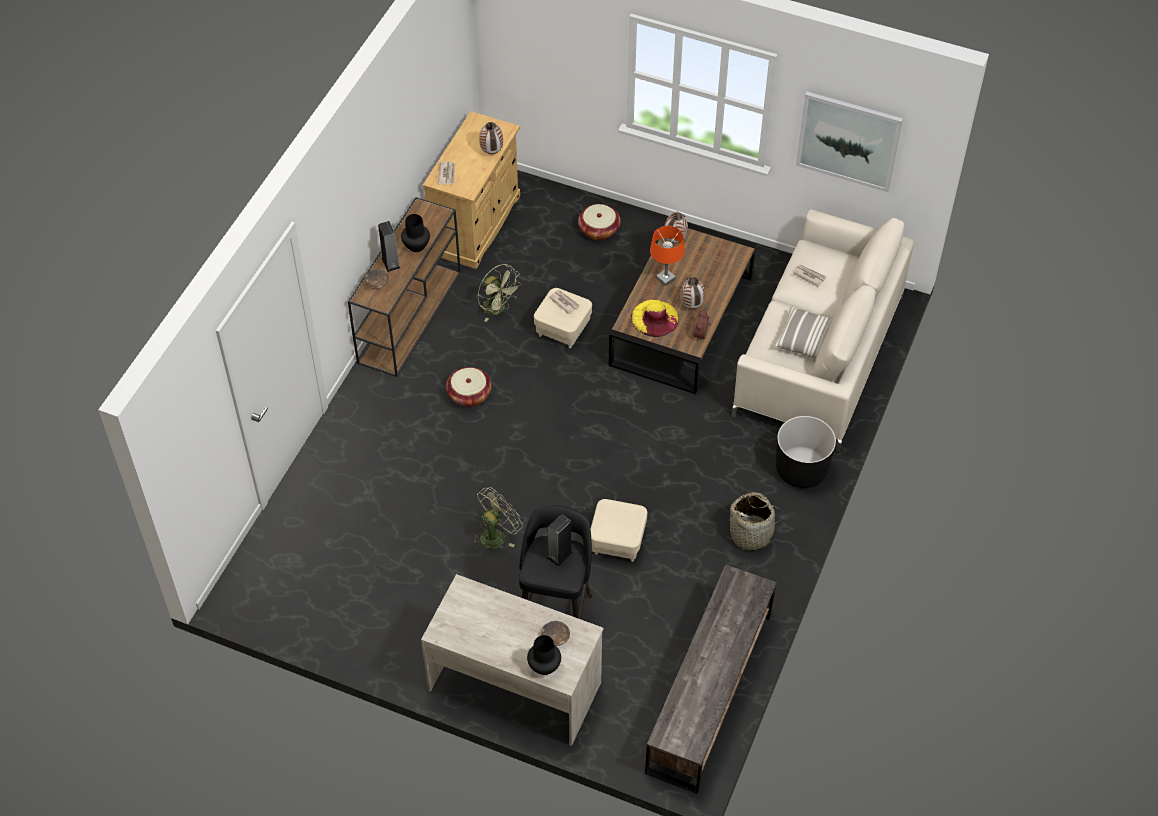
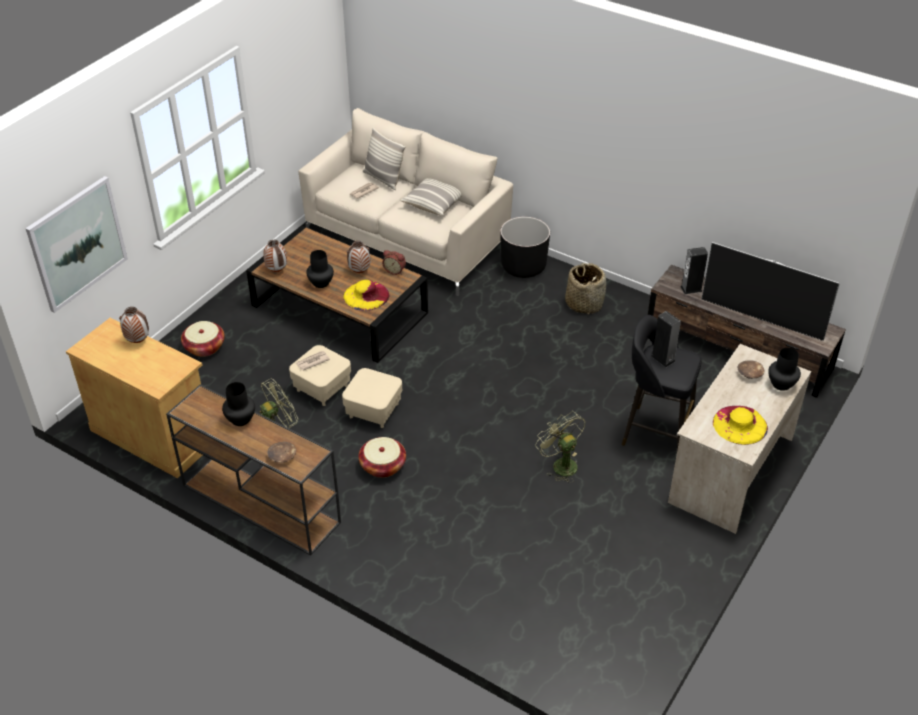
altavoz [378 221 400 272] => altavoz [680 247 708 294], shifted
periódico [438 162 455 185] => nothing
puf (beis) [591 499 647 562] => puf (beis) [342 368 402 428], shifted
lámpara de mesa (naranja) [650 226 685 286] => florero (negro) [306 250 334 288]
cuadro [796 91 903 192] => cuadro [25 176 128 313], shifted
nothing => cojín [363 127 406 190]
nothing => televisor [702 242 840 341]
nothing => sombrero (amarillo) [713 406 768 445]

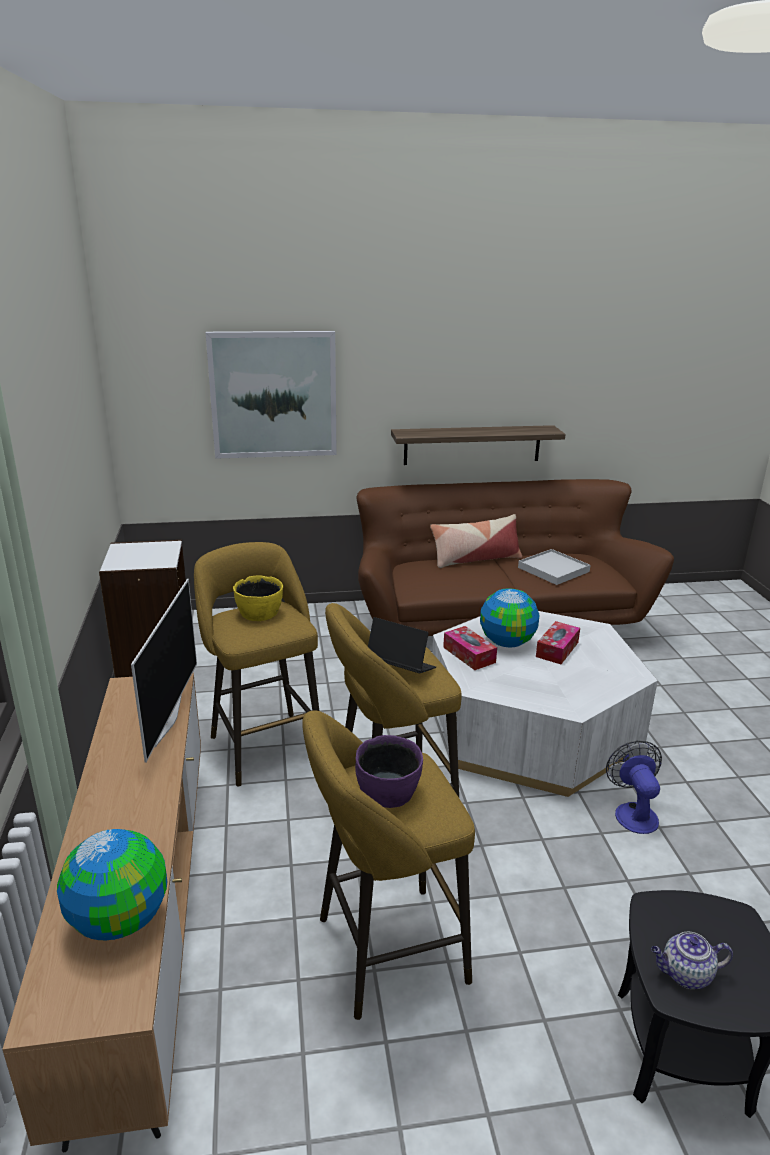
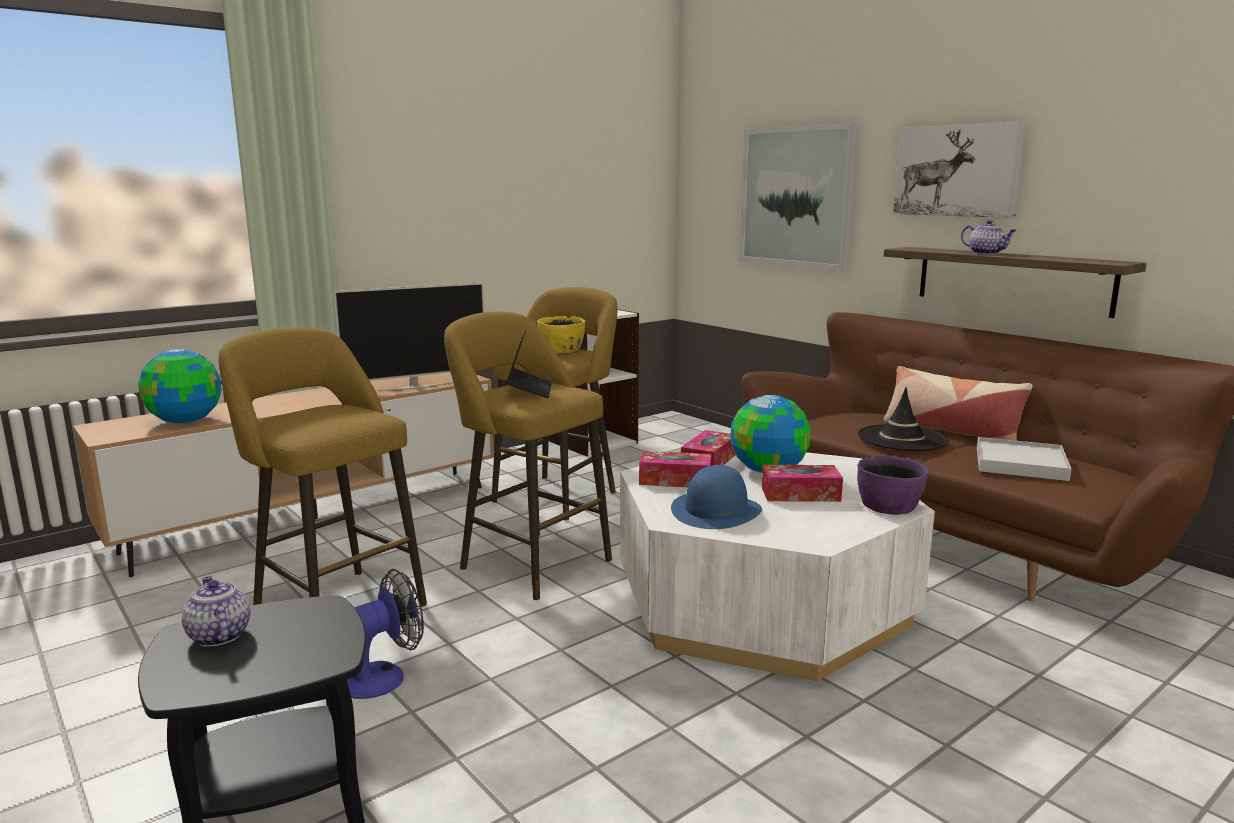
cuenco (morado) [355 735 423 808] => cuenco (morado) [857 455 929 515], shifted
ventilador [606 741 662 834] => ventilador [346 569 424 699], shifted
nothing => caja de pañuelos [639 451 712 487]
nothing => sombrero (azul) [671 465 762 529]
nothing => sombrero (negro) [858 387 949 451]
nothing => cuadro [893 121 1027 218]
nothing => tetera [961 220 1017 254]

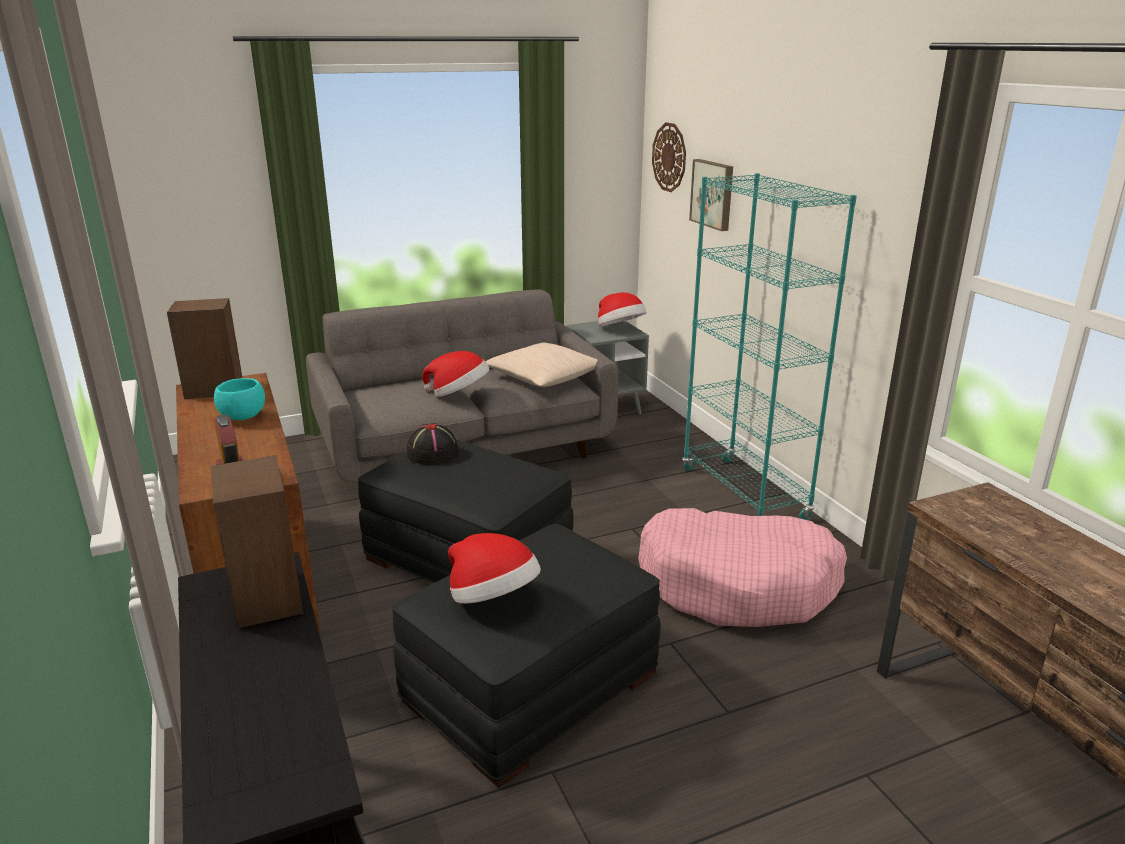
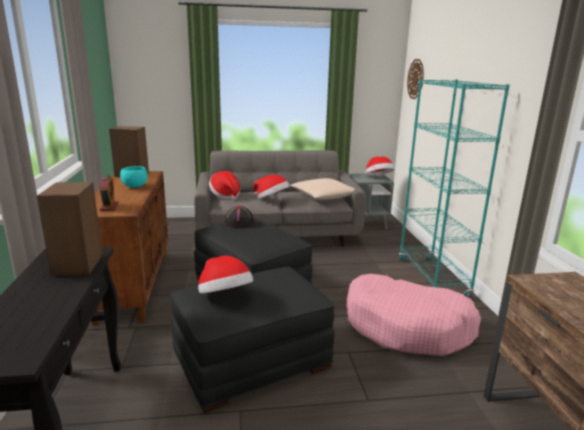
cuadro [689 159 733 231] => nothing
nothing => sombrero [209 171 240 200]

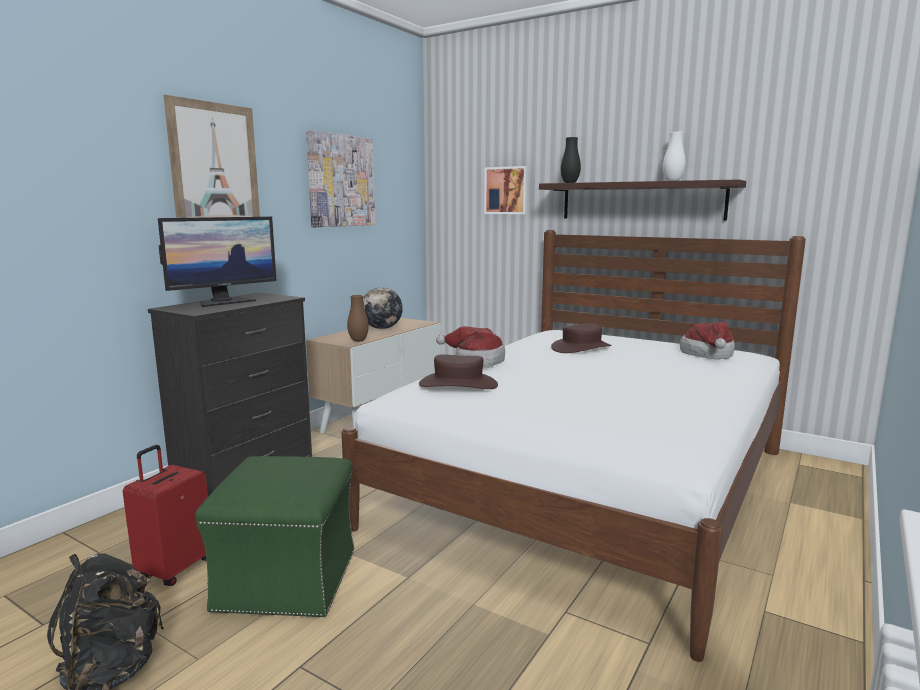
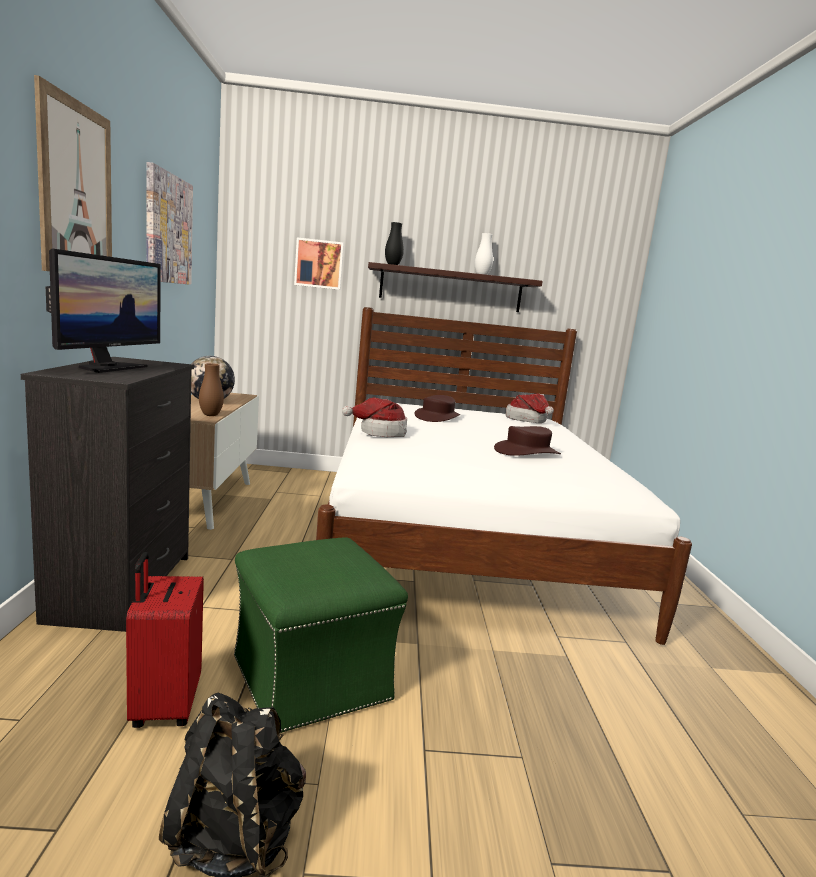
sombrero (marrón) [419 354 498 389] => sombrero (marrón) [494 426 561 456], shifted

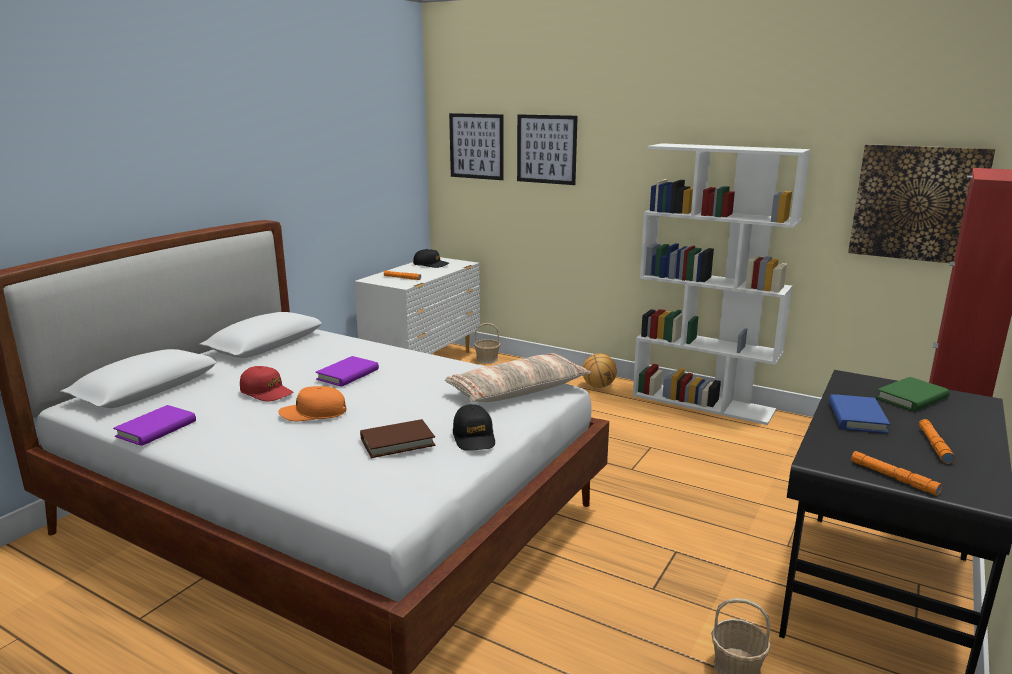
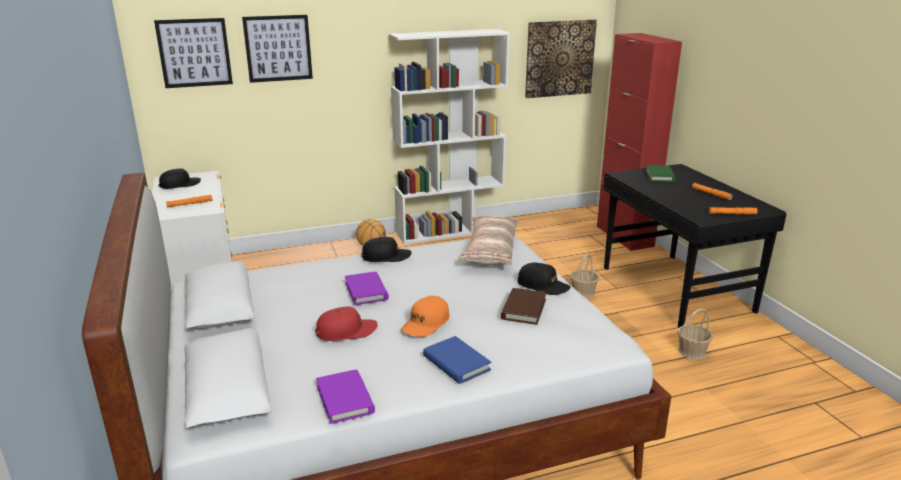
cesta [474 323 501 364] => cesta [570 254 599 298], shifted
libro (azul) [829 394 890 434] => libro (azul) [423 336 492 384], shifted
nothing => gorra (negro) [361 237 411 262]

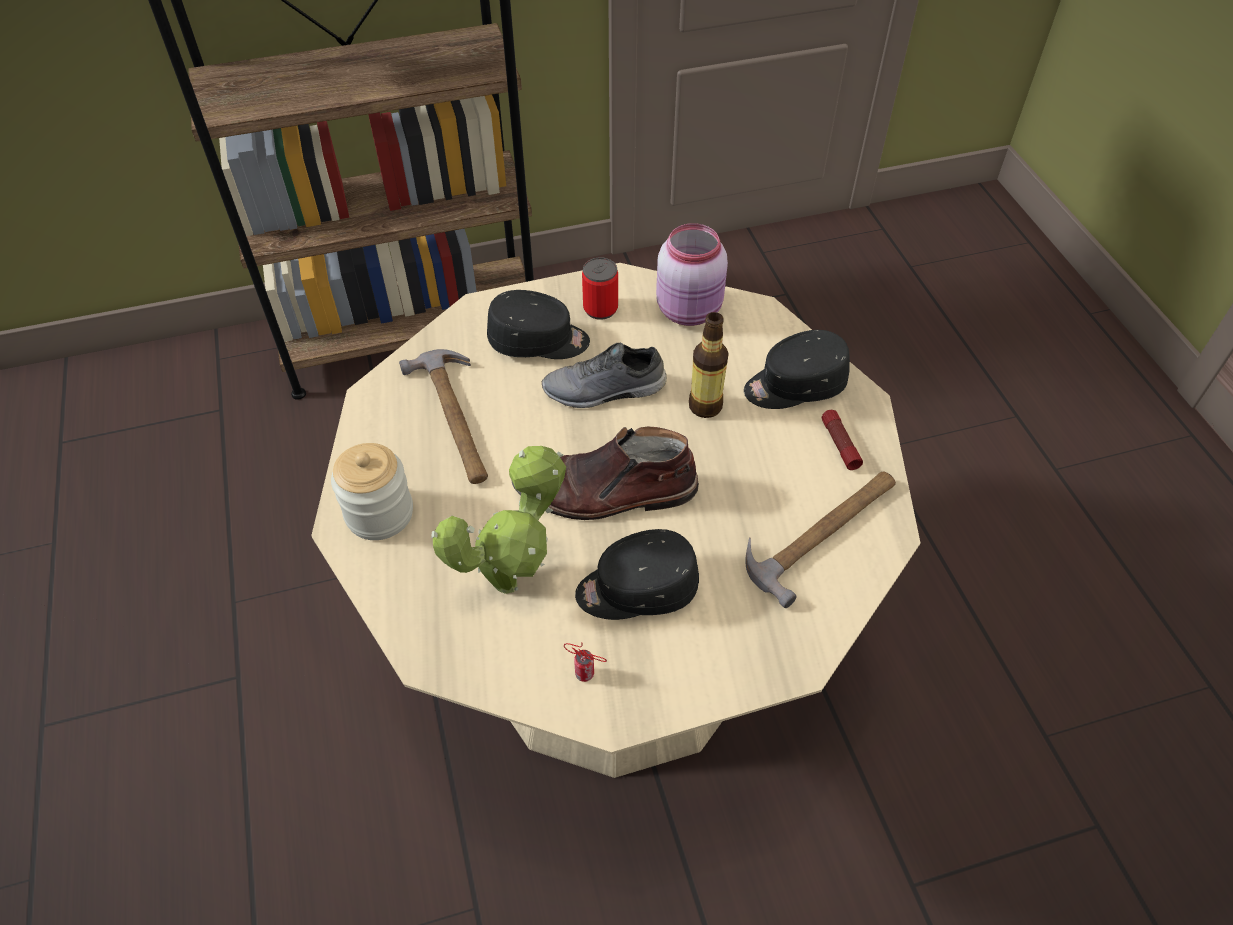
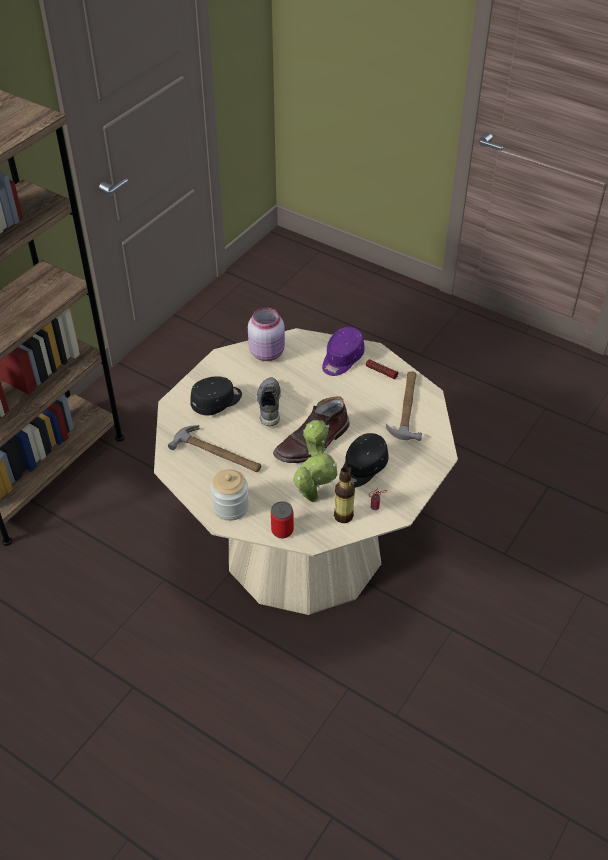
zapato (gris) [542 342 667 408] => zapato (gris) [257 377 281 426], 135 degrees clockwise
lata [582 257 618 320] => lata [271 501 294 538], shifted
botella [689 312 729 418] => botella [334 467 355 523], shifted
gorra (negro) [744 330 850 409] => gorra (morado) [322 327 365 376]

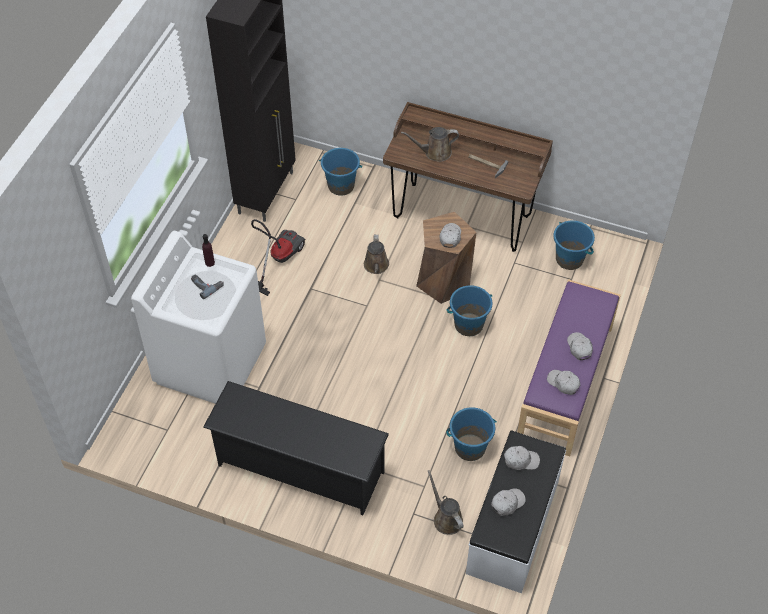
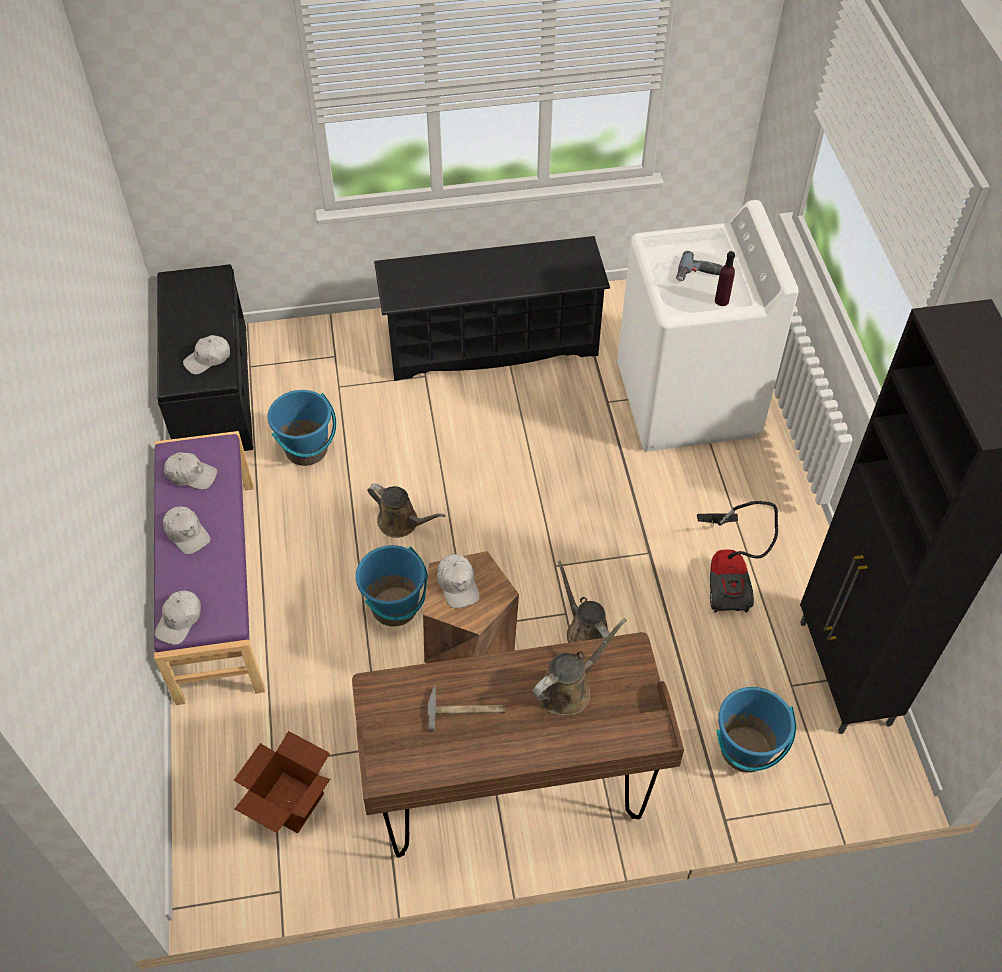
regadera (marrón) [428 470 463 535] => regadera (marrón) [368 484 446 538], shifted
banco (blanco) [466 430 566 593] => banco (negro) [157 264 253 451]
gorra (blanco) [491 488 526 516] => gorra (blanco) [155 590 201 645], shifted
cubo (azul) [553 220 595 270] => caja de cartón [234 731 330 833]

